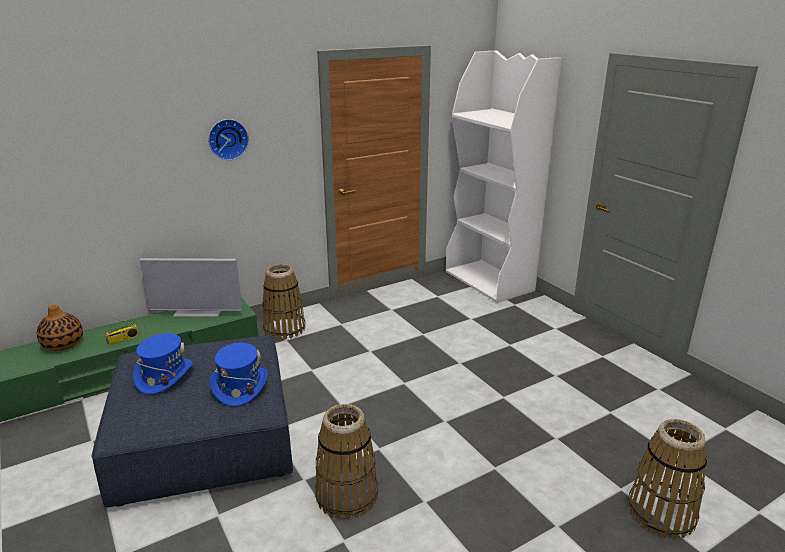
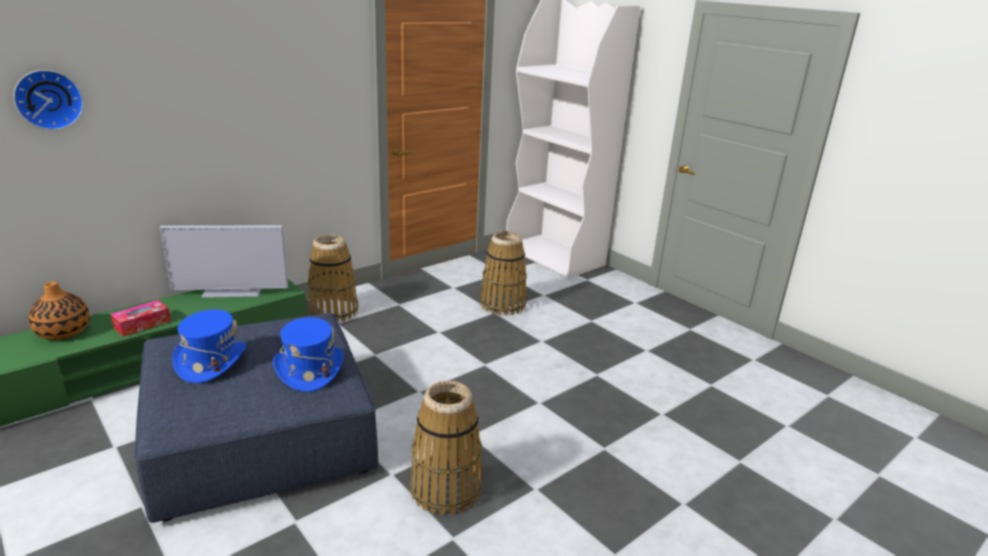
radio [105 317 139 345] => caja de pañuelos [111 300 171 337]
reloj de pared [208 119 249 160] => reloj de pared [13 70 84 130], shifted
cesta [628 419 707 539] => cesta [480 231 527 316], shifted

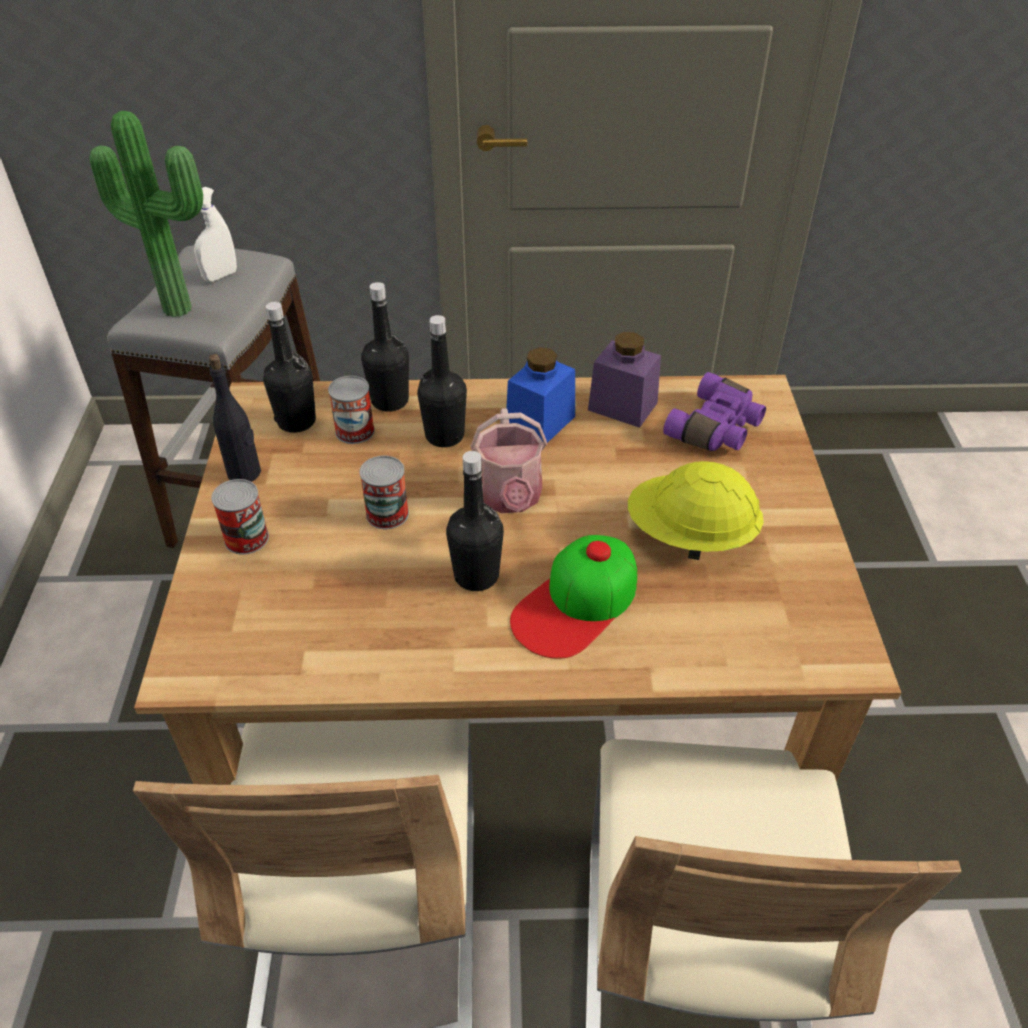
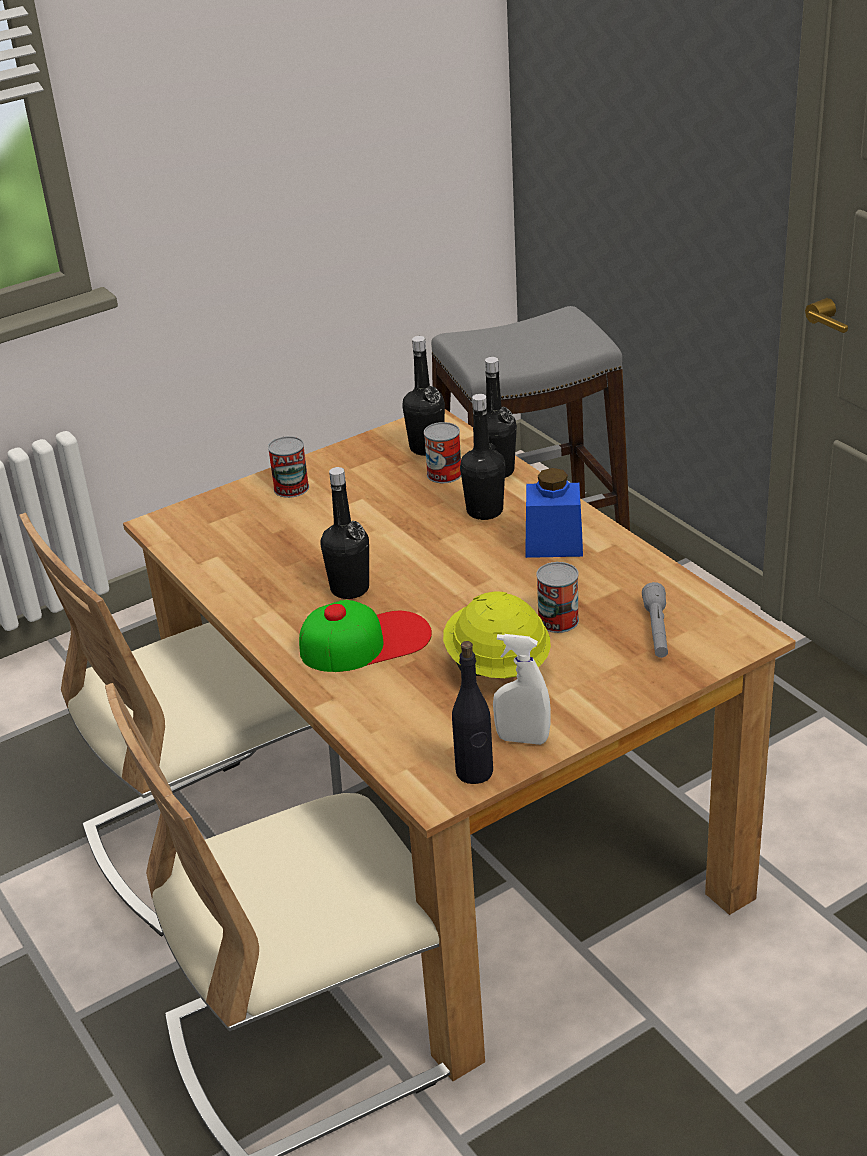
planta en maceta [89 111 203 317] => nothing
pulverizador (blanco) [194 187 237 282] => pulverizador (blanco) [493 634 551 745], shifted
botella (negro) [208 354 261 482] => botella (negro) [452 641 493 784], shifted
lata [360 456 409 529] => lata [536 562 579 633], shifted
regadera [471 408 547 513] => nothing
gorra [510 535 637 659] => gorra [299 600 432 672], 150 degrees clockwise
tarro (morado) [588 332 661 428] => nothing
prismáticos (morado) [663 372 766 451] => linterna (gris) [642 582 668 658]

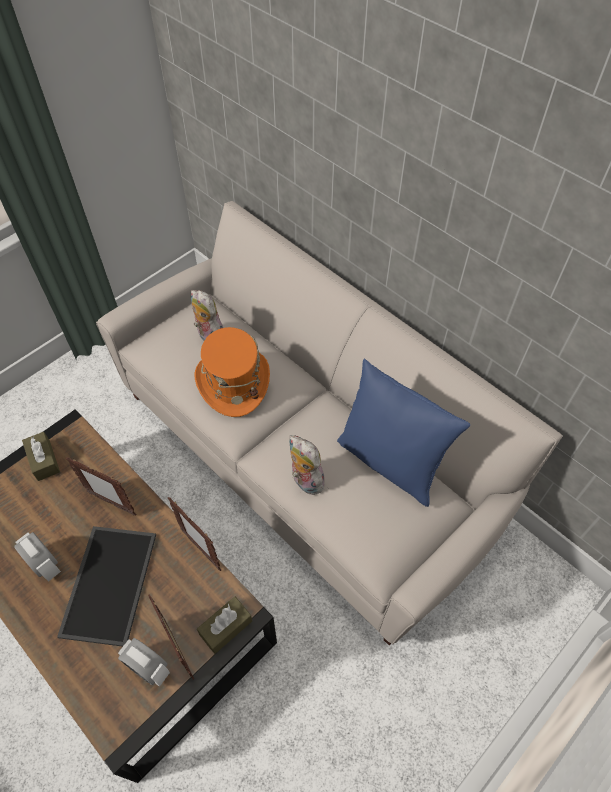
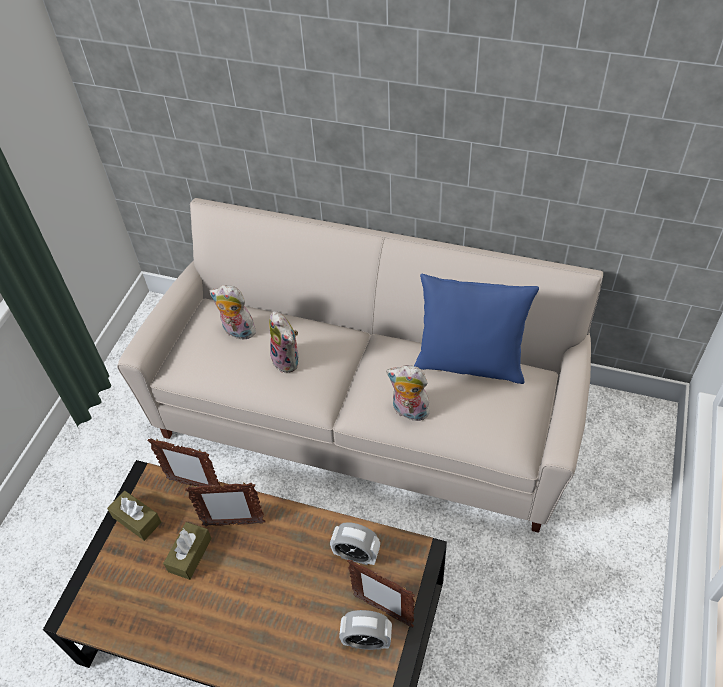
despertador [14 532 61 582] => despertador [330 522 380 565], shifted
bandeja [57 526 156 647] => nothing
portarretratos [168 497 221 571] => portarretratos [147 438 220 490], shifted
sombrero (naranja) [195 327 270 417] => peluche [269 311 298 372]
caja de pañuelos (marrón) [197 596 252 654] => caja de pañuelos (marrón) [163 522 212 580], shifted

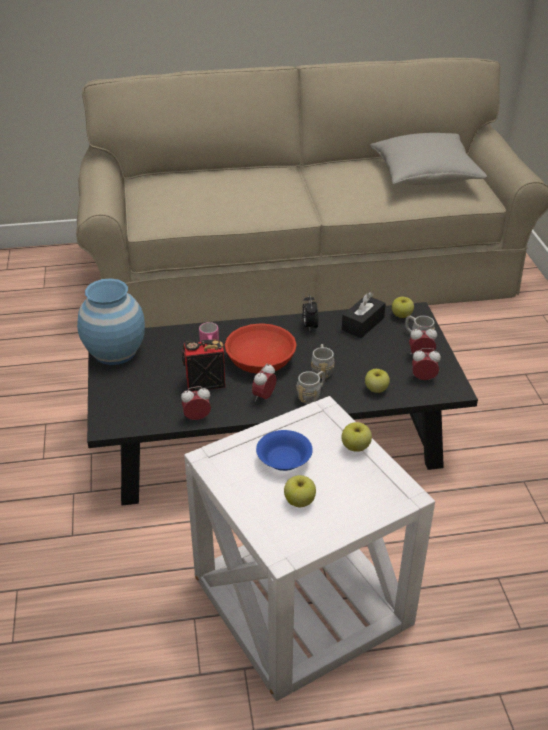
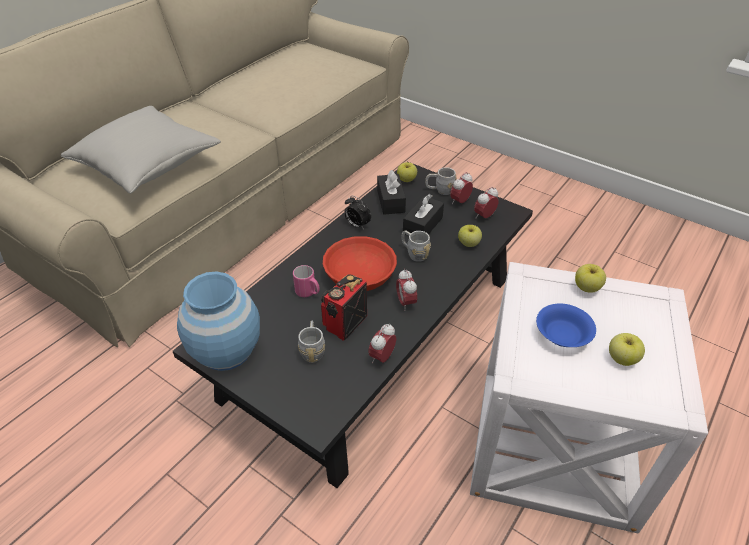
taza grande (gris) [297 371 325 404] => taza grande (gris) [298 321 325 363], shifted
cojín (gris) [370 133 487 185] => cojín (gris) [61 106 221 194], shifted
nothing => caja de pañuelos (negro) [403 194 444 235]

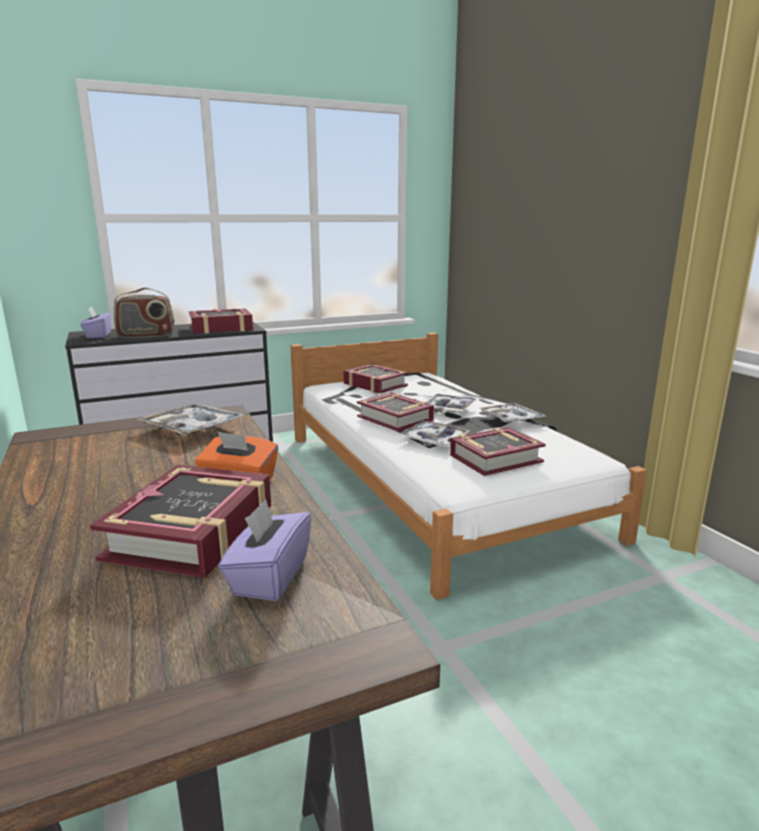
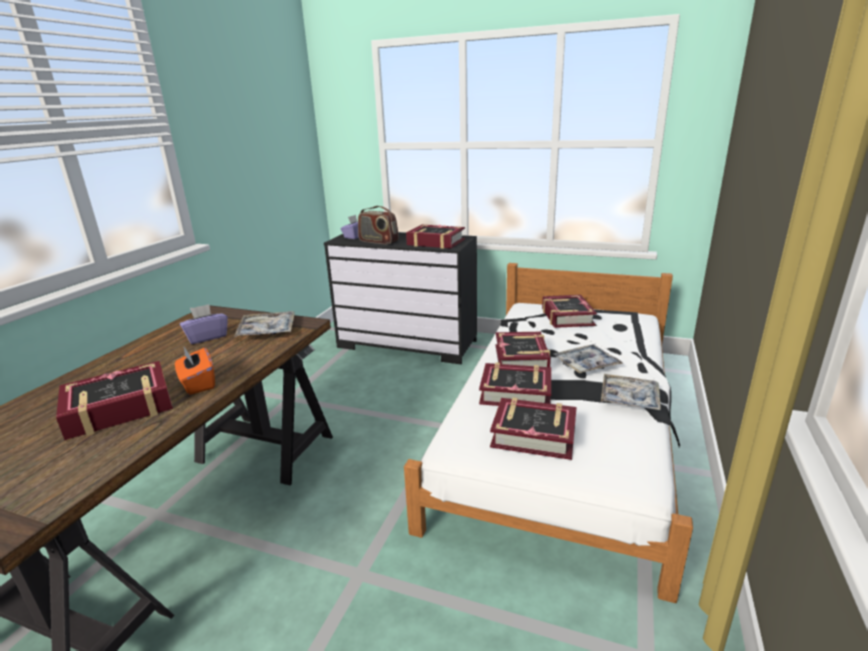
caja de pañuelos (morado) [219 499 311 601] => caja de pañuelos (morado) [180 304 228 344], shifted
bandeja [398 421 470 447] => libro [479 362 551 406]

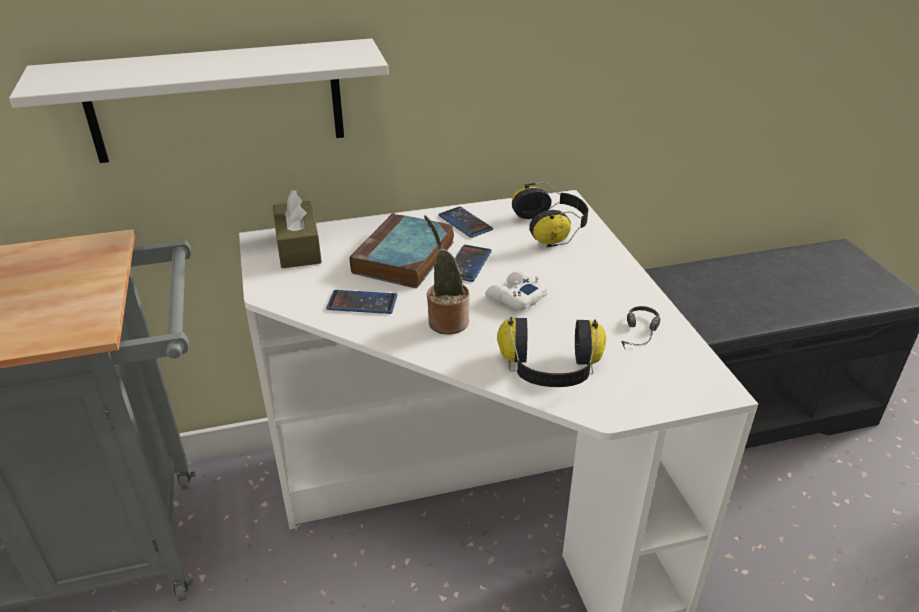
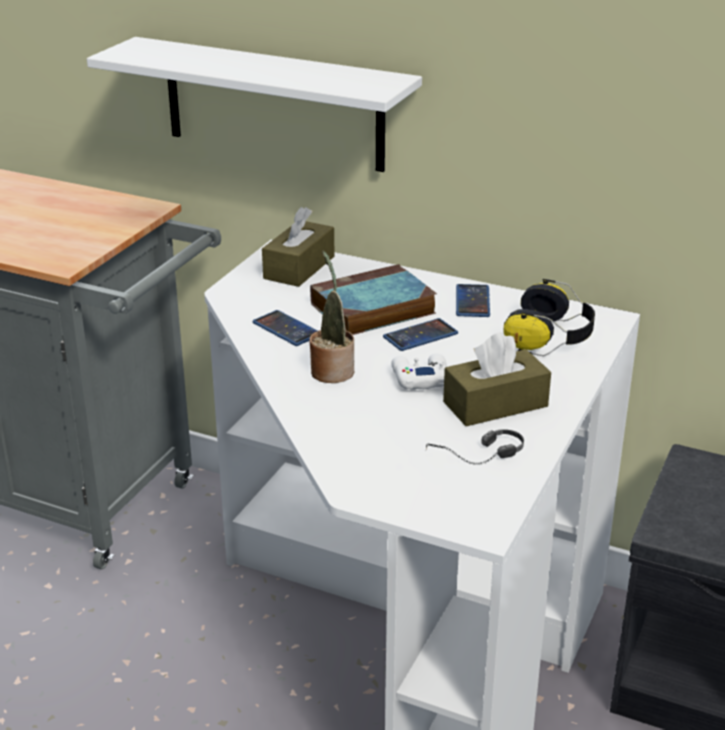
auriculares [497 317 606 387] => nothing
nothing => caja de pañuelos (marrón) [443 332 551 426]

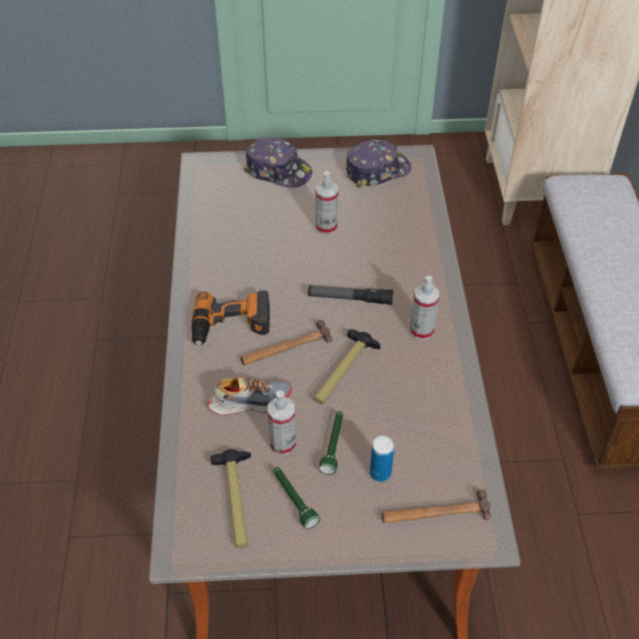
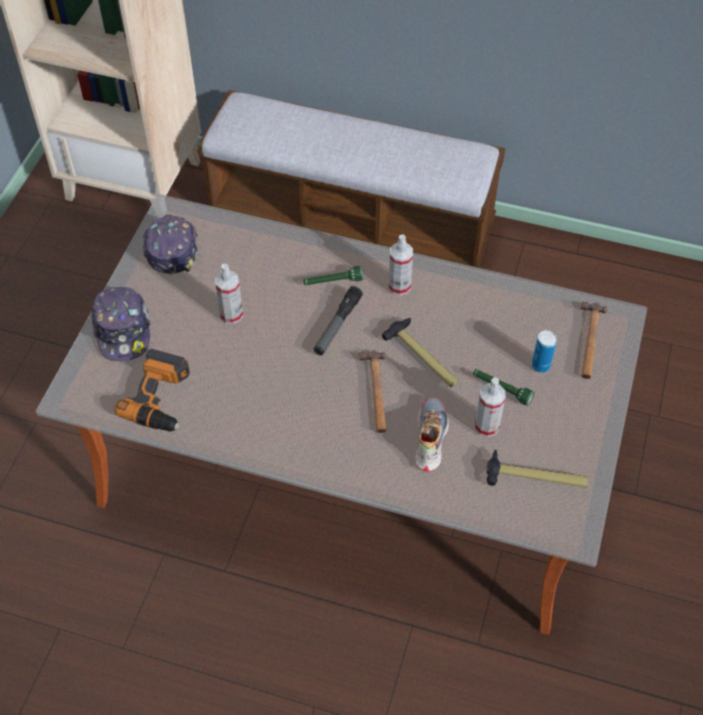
taladro [192 290 270 346] => taladro [115 349 190 432], shifted
gorra [244 137 312 187] => gorra [91 287 151 361], 120 degrees clockwise
linterna (verde) [273 467 320 529] => linterna (verde) [303 266 363 285], shifted

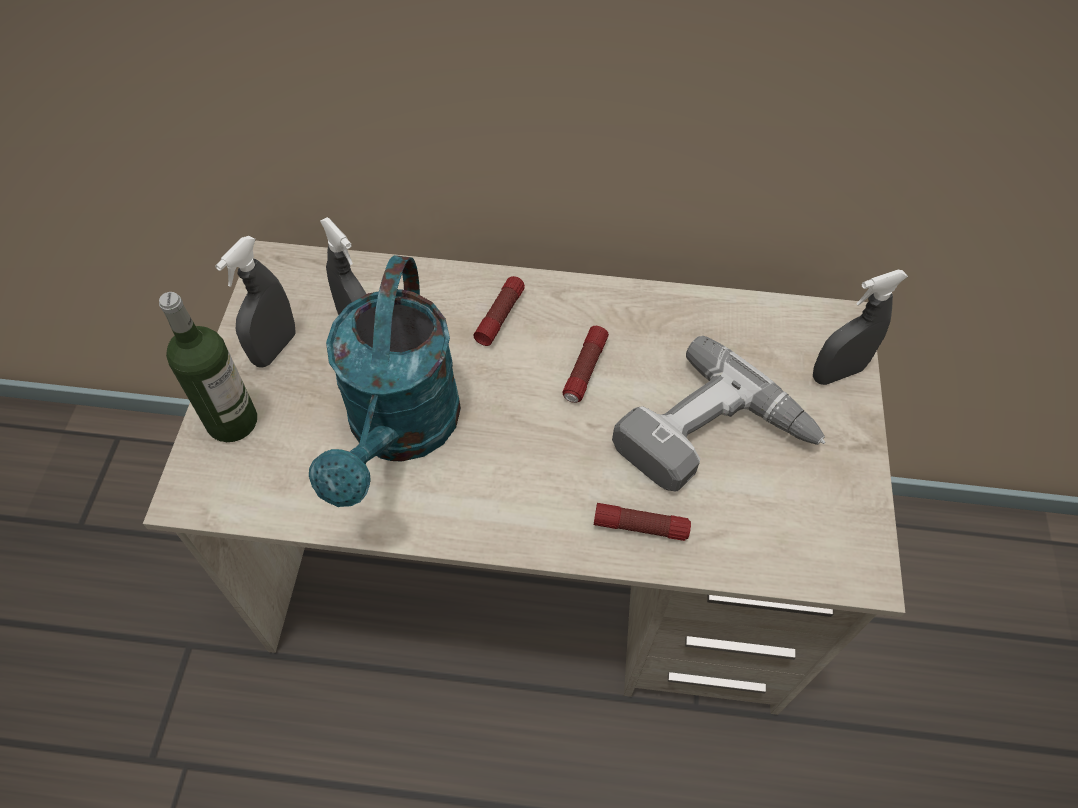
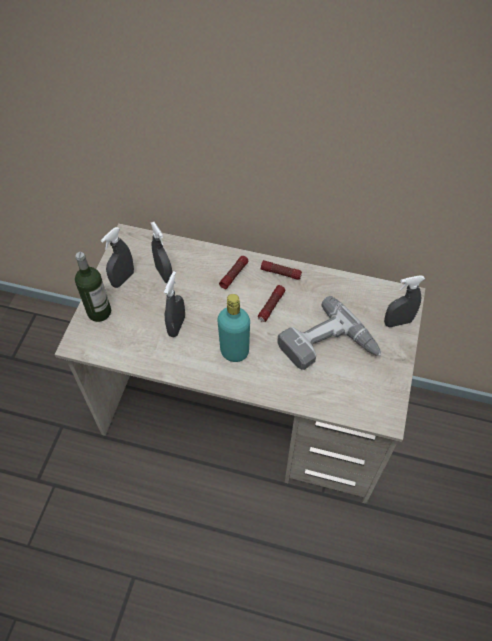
regadera (turquesa) [309 255 461 507] => pulverizador (gris) [164 271 185 337]
linterna [594 503 691 541] => linterna [261 260 302 280], shifted
nothing => botella (turquesa) [217 294 250 362]

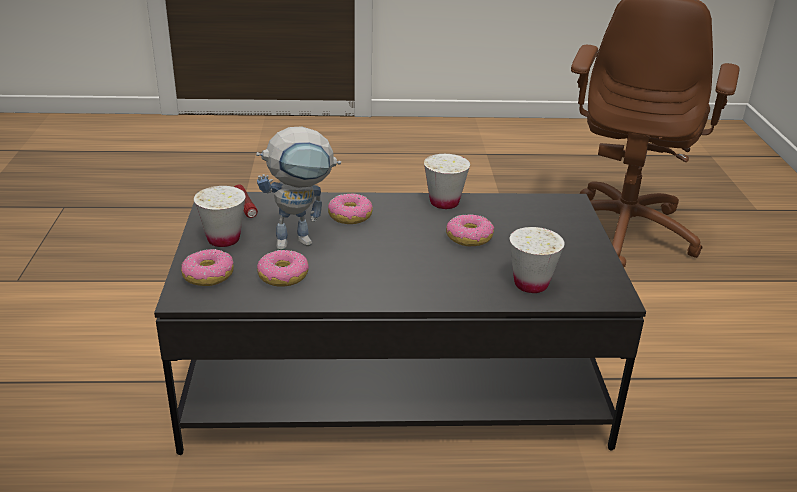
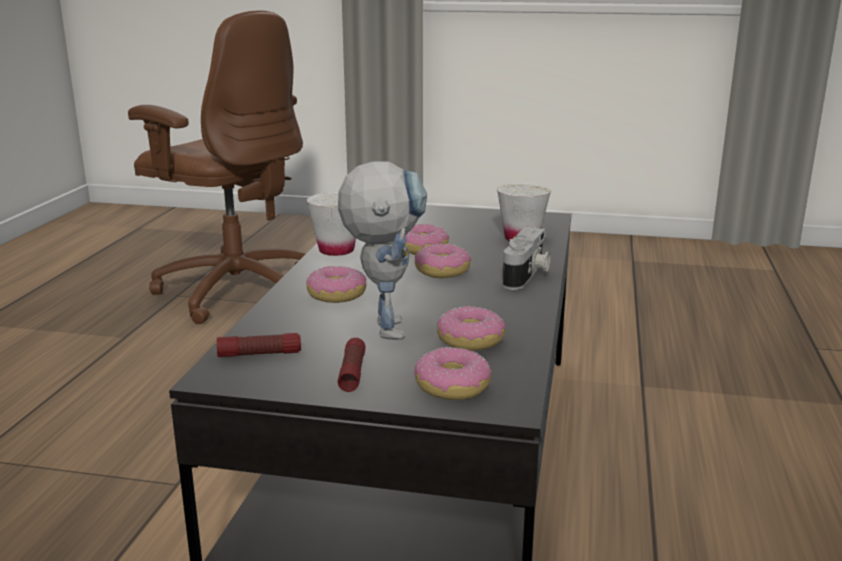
taza (blanco) [194 186 246 247] => linterna [338 338 365 392]
nothing => rosquilla [415 243 471 278]
nothing => cámara [503 226 551 290]

